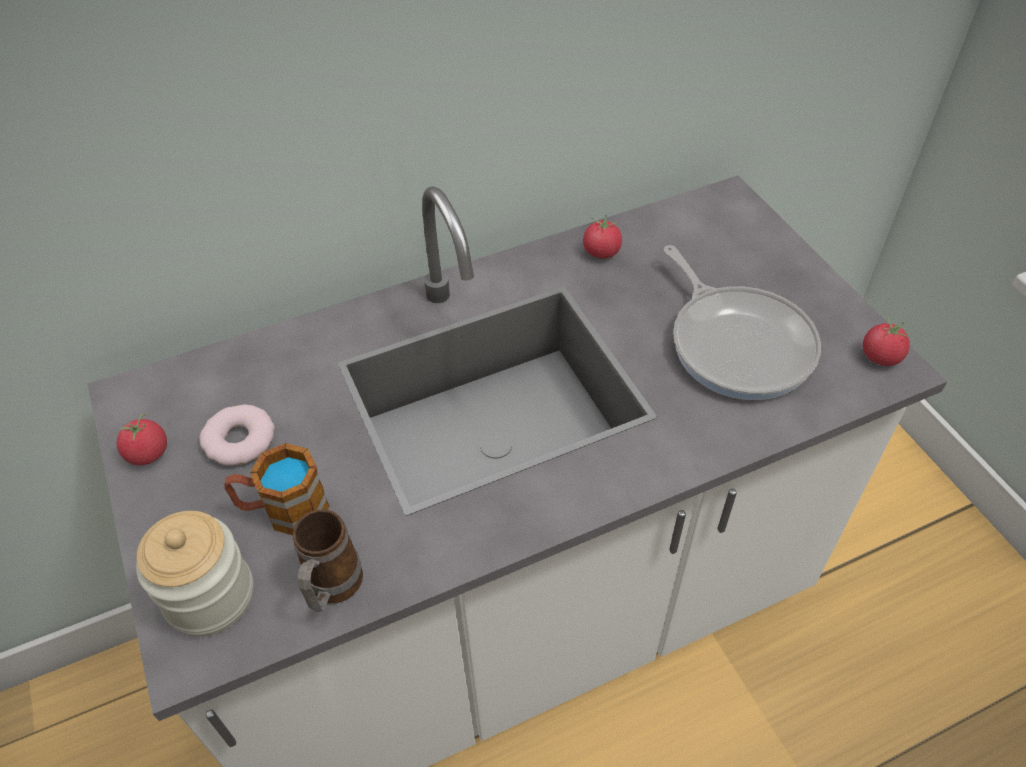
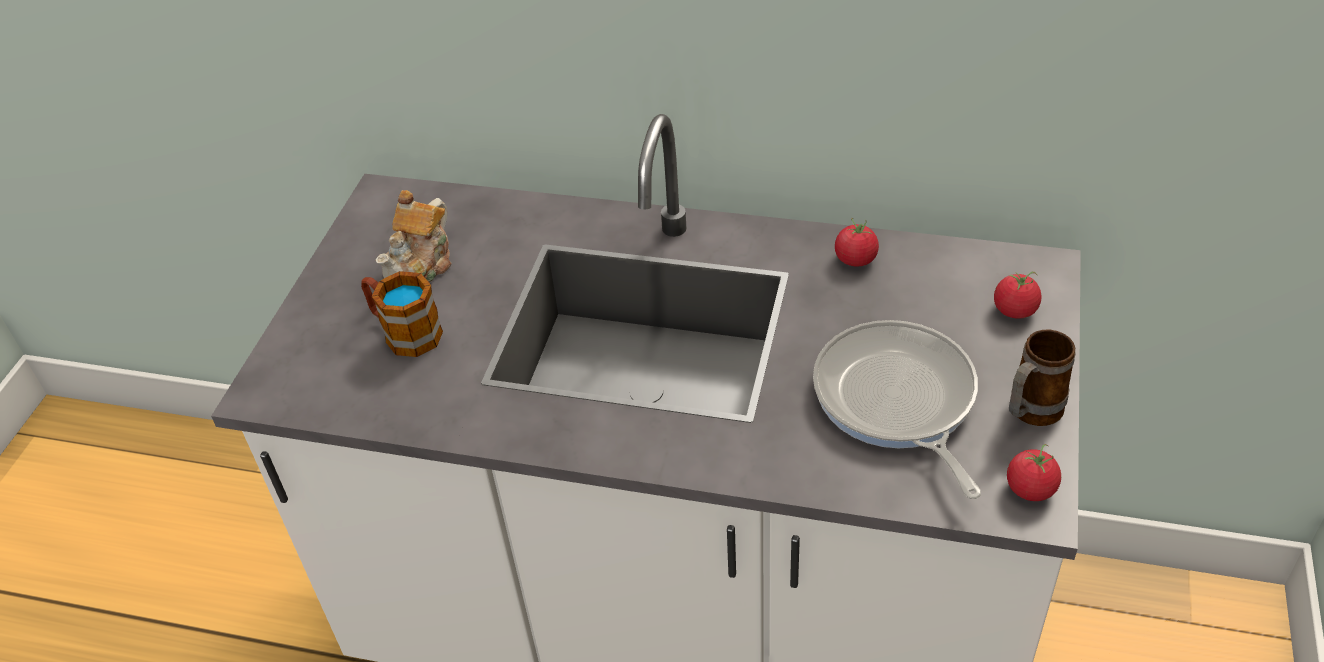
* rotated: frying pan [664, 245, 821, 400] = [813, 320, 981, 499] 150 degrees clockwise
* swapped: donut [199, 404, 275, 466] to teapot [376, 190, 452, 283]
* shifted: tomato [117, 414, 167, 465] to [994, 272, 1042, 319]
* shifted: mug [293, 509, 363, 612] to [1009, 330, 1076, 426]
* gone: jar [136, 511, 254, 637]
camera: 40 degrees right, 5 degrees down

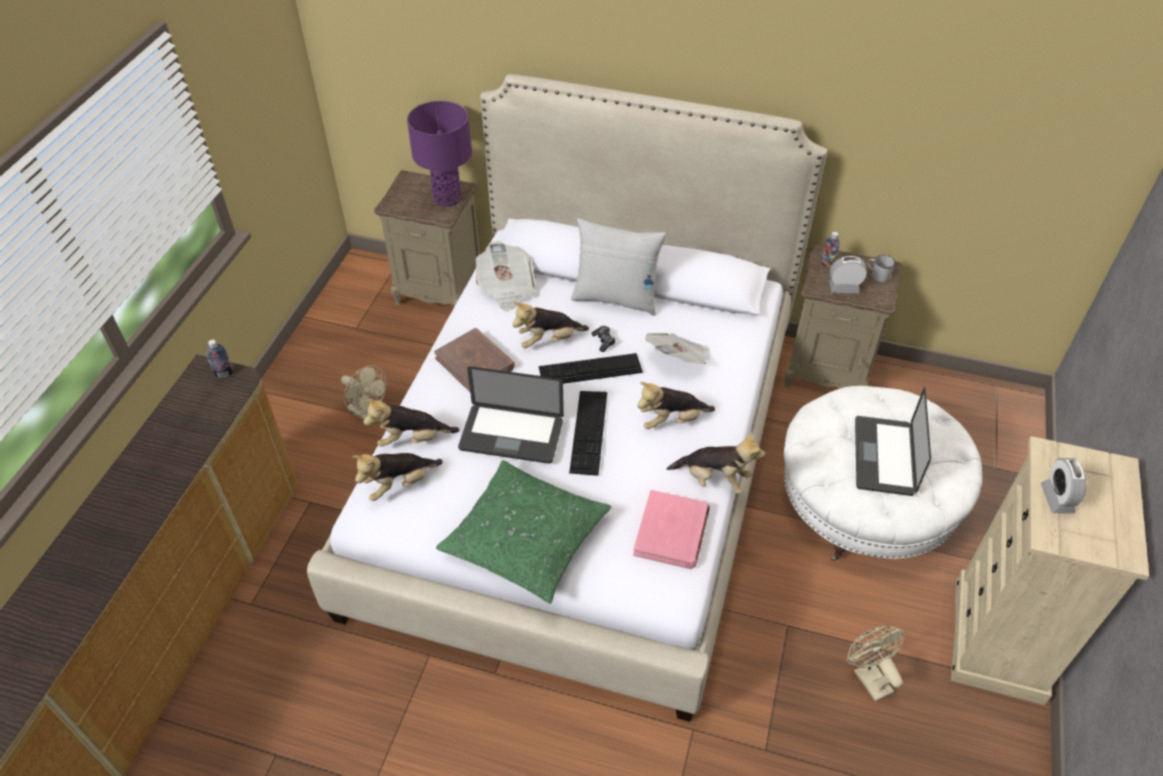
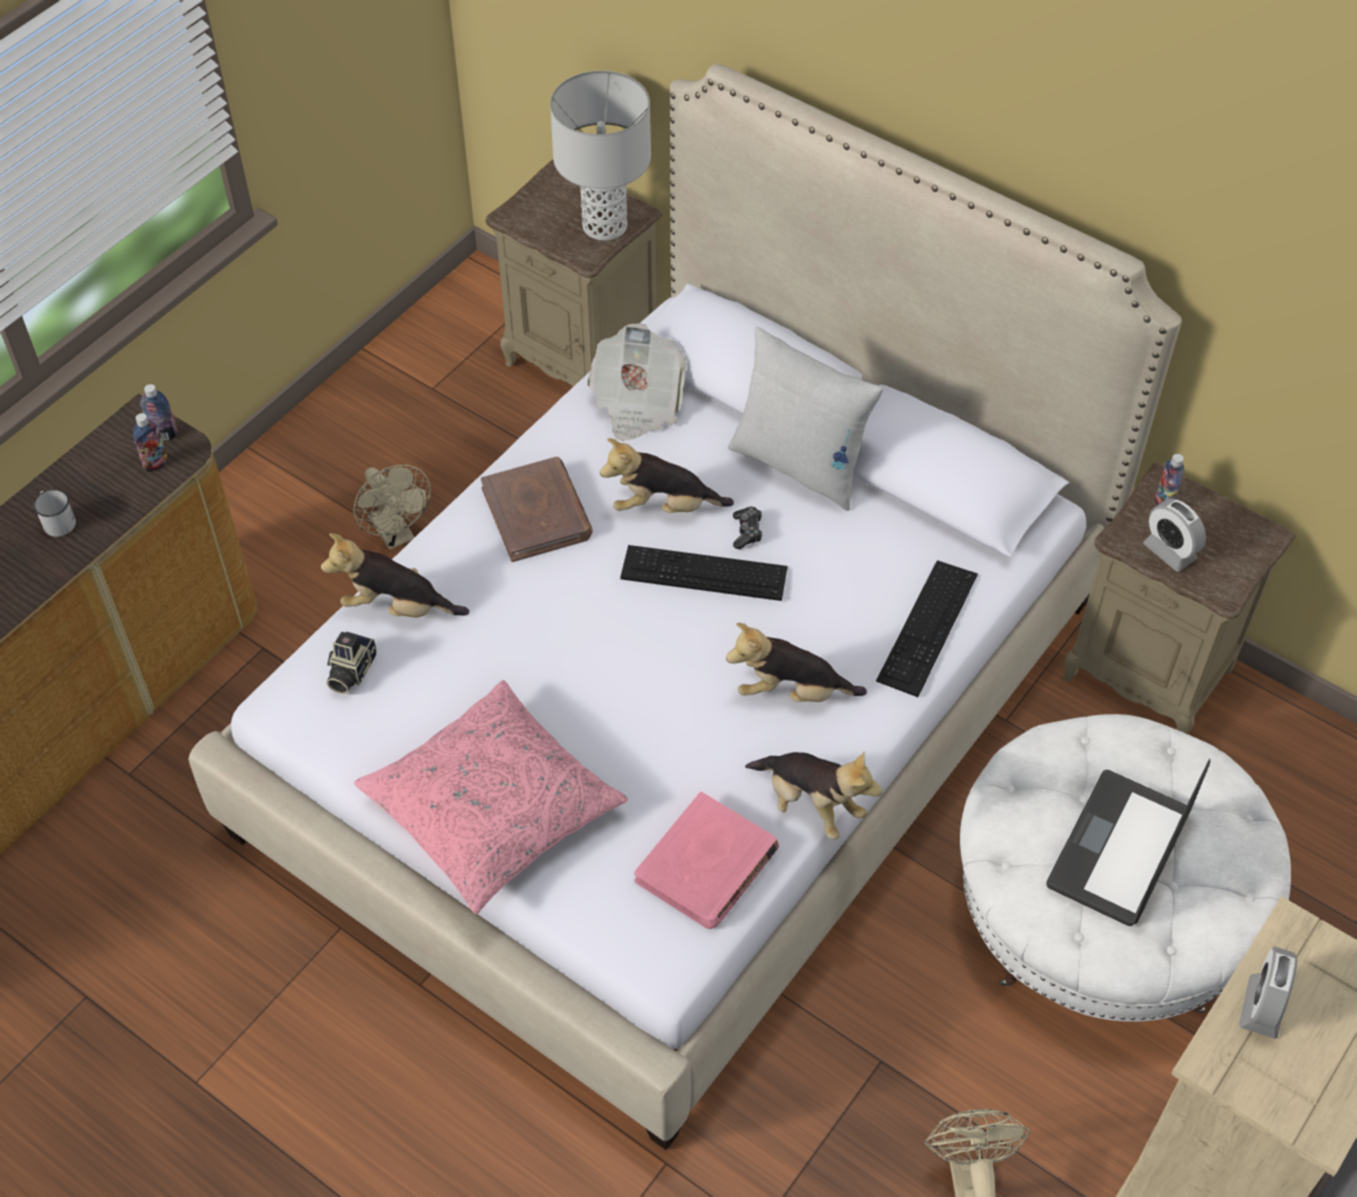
* repainted: table lamp (purple) [407, 100, 472, 207] to table lamp (white) [550, 71, 651, 240]
* shifted: mug (white) [867, 255, 895, 282] to [33, 489, 76, 537]
* rotated: alarm clock [829, 256, 867, 293] = [1143, 499, 1206, 572] 150 degrees counterclockwise
* gone: newspaper [645, 333, 709, 364]
* gone: laptop [458, 366, 564, 464]
* shifted: keyboard [569, 391, 607, 476] to [876, 560, 978, 697]
* swapped: plush toy [352, 453, 443, 501] to photo camera [326, 631, 377, 694]
* repainted: pillow (green) [436, 460, 611, 604] to pillow (pink) [354, 680, 628, 914]
* new: bottle [133, 413, 168, 473]
camera: 20 degrees right, 5 degrees up

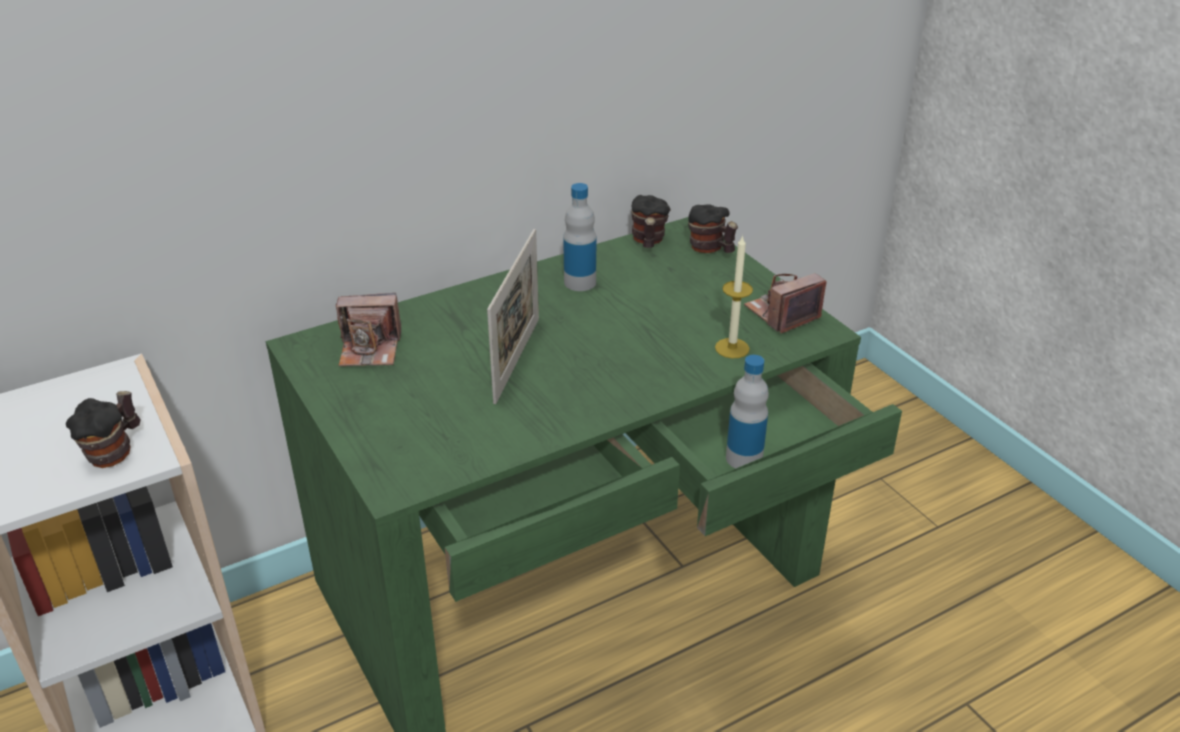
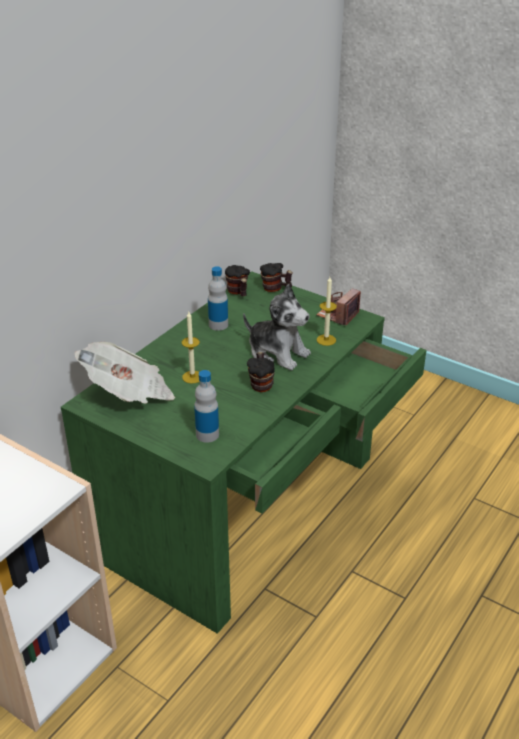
* gone: picture frame [487, 229, 539, 404]
* swapped: photo camera [336, 293, 401, 366] to newspaper [74, 342, 176, 404]
* shifted: bottle [726, 355, 769, 469] to [194, 370, 219, 443]
* shifted: mug [66, 391, 141, 468] to [247, 352, 275, 392]
* new: plush toy [243, 284, 311, 371]
* new: candle [182, 312, 200, 384]
camera: 25 degrees left, 0 degrees up

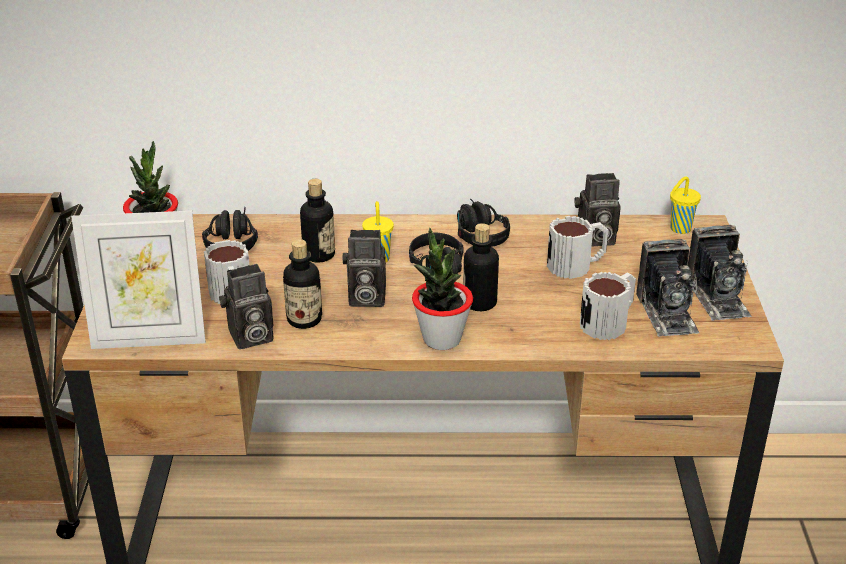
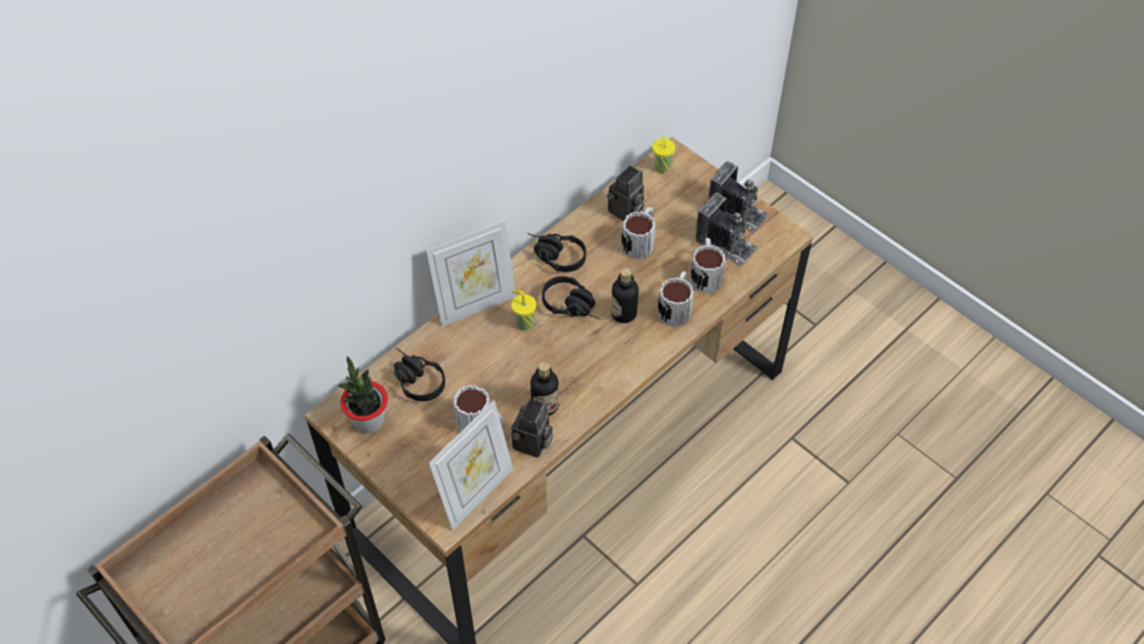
* gone: bottle [300, 179, 335, 262]
* gone: potted plant [412, 228, 473, 350]
* gone: photo camera [342, 230, 386, 307]
* new: picture frame [426, 220, 516, 327]
* new: mug [657, 271, 694, 327]
camera: 45 degrees left, 20 degrees up

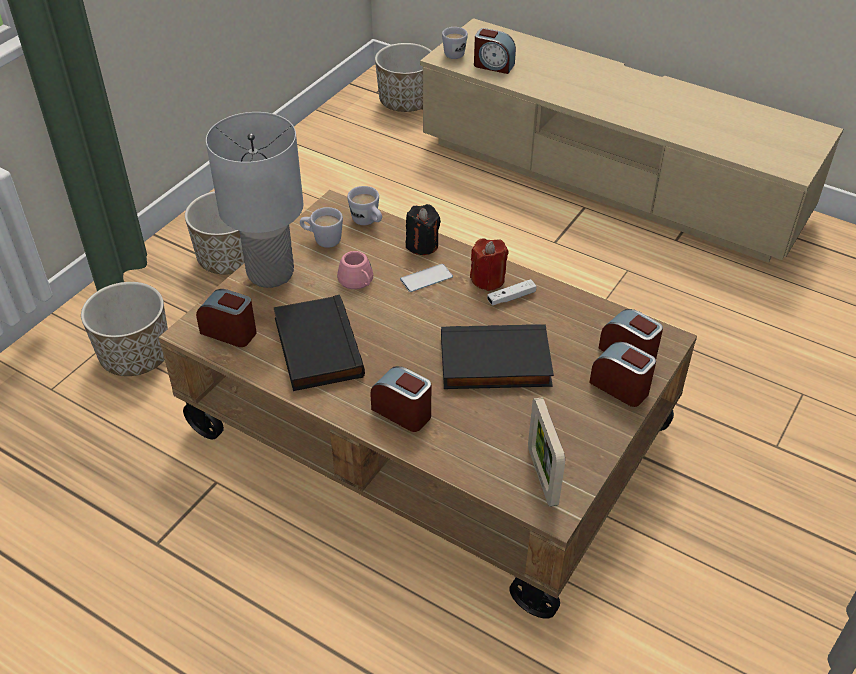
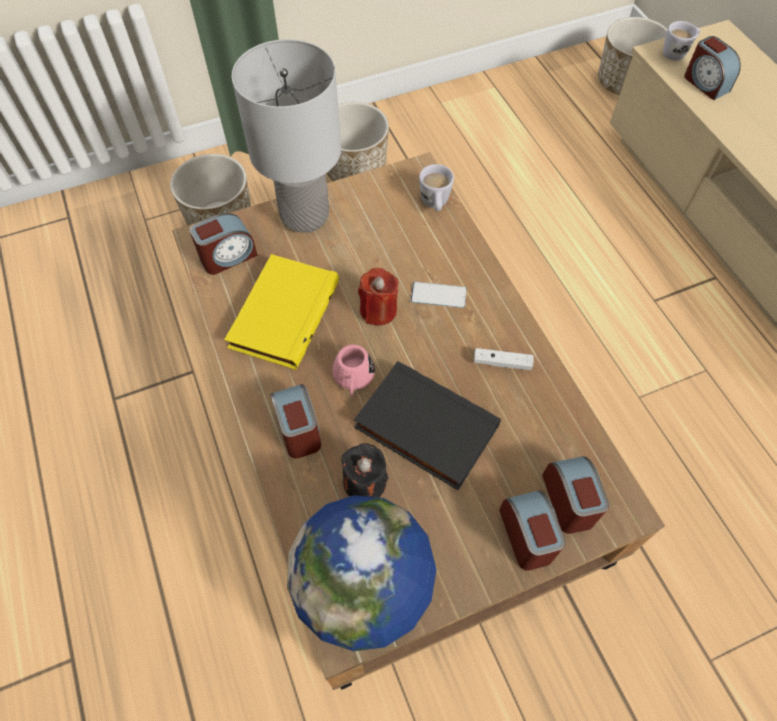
* shifted: candle (black) [406, 204, 441, 255] to [341, 443, 388, 497]
* gone: mug (white) [300, 207, 343, 248]
* shifted: candle (red) [470, 238, 508, 291] to [358, 268, 398, 326]
* shifted: mug (pink) [337, 251, 373, 289] to [332, 344, 375, 395]
* rotated: alarm clock [196, 289, 257, 347] = [190, 213, 258, 275] 90 degrees clockwise
* repainted: book (black) [273, 295, 365, 391] to book (yellow) [224, 254, 339, 370]
* swapped: picture frame [528, 397, 565, 507] to globe [287, 495, 436, 651]
camera: 35 degrees right, 15 degrees up

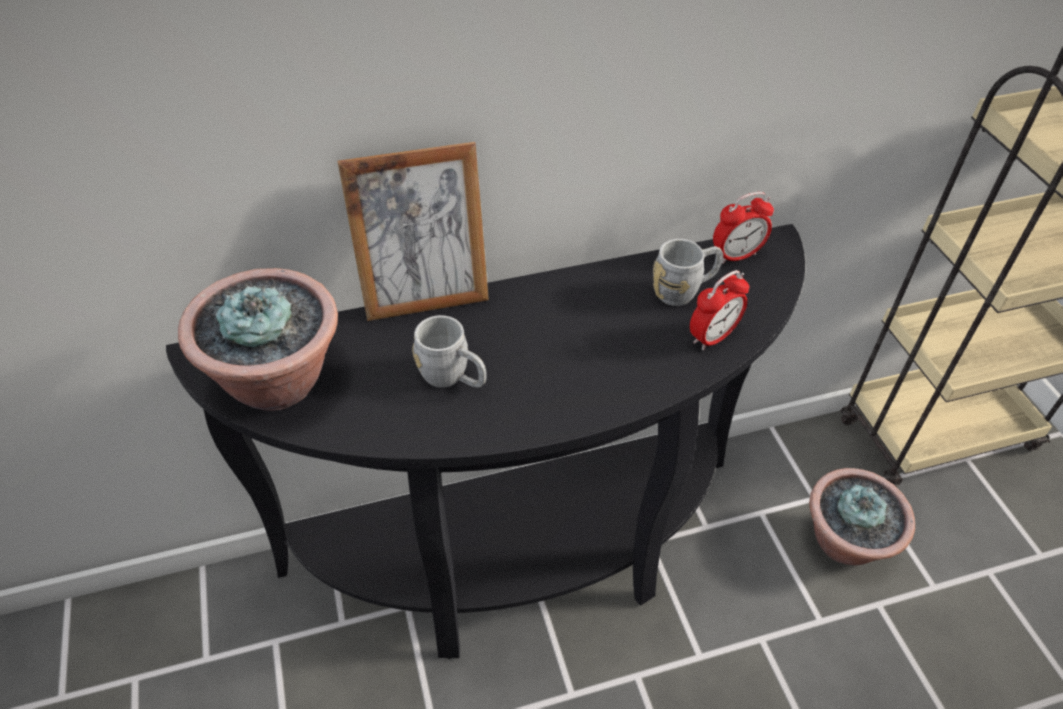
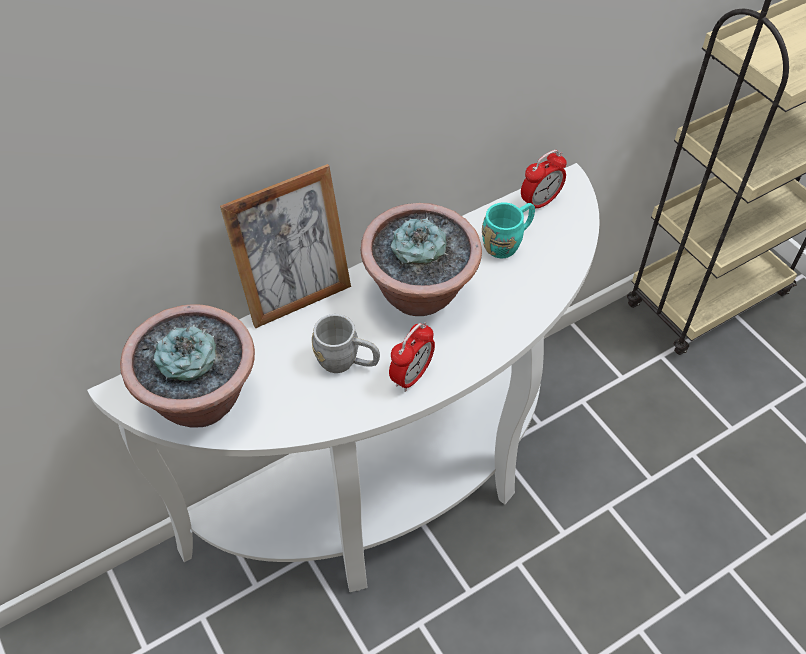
* repainted: console table (black) [166, 224, 805, 659] to console table (white) [87, 163, 600, 592]
* repainted: mug (grey) [653, 239, 723, 306] to mug (turquoise) [482, 203, 535, 258]
* shifted: alarm clock [690, 270, 750, 350] to [389, 322, 435, 392]
* shifted: potted plant [809, 468, 915, 566] to [361, 203, 482, 316]
camera: 15 degrees left, 5 degrees up

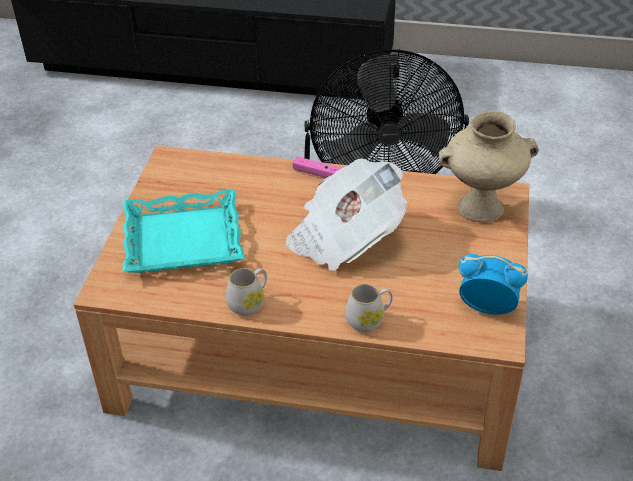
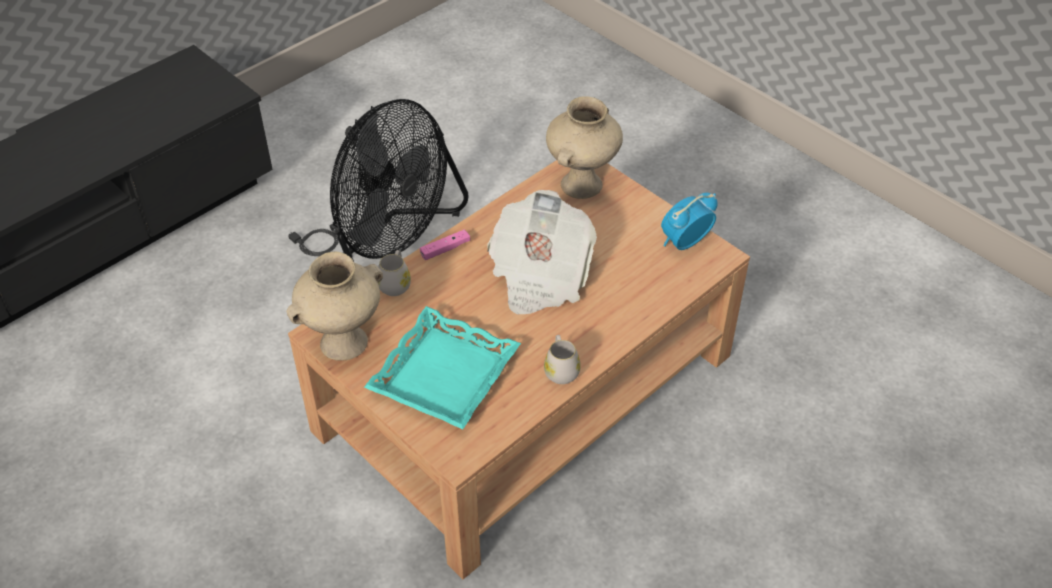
* shifted: mug (white) [345, 284, 393, 332] to [378, 250, 411, 296]
* new: vase (beige) [286, 251, 383, 361]
camera: 55 degrees left, 5 degrees up

